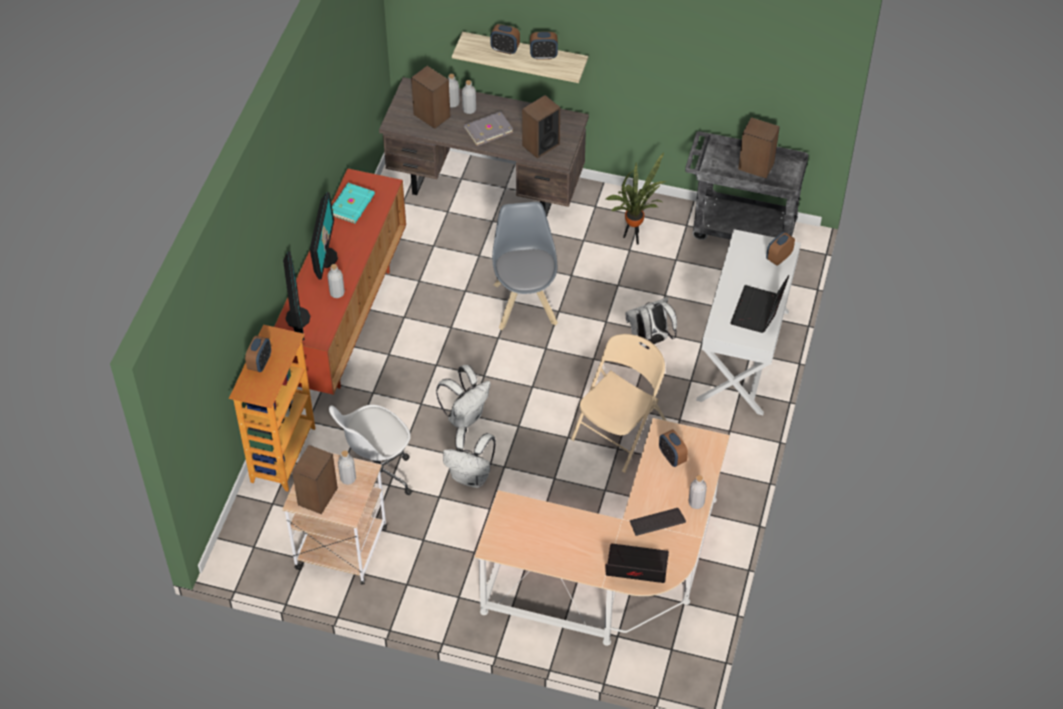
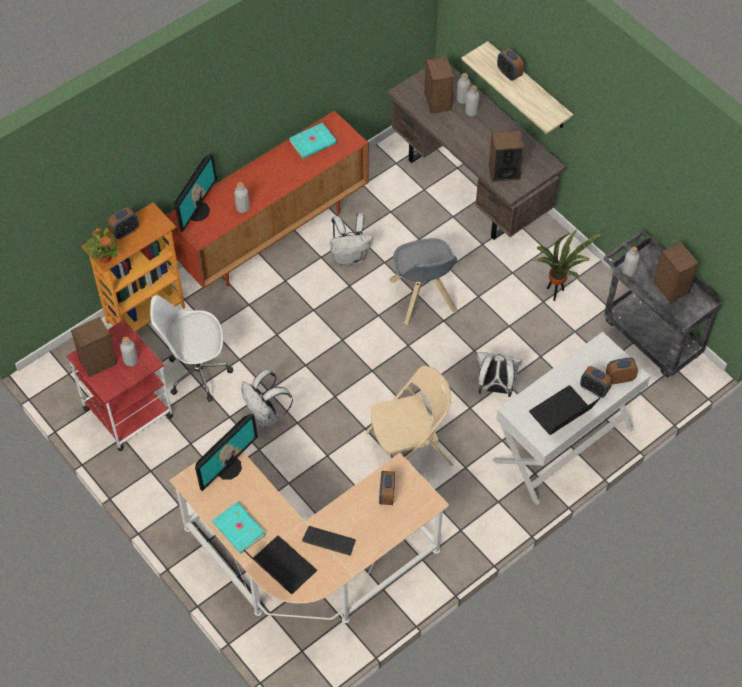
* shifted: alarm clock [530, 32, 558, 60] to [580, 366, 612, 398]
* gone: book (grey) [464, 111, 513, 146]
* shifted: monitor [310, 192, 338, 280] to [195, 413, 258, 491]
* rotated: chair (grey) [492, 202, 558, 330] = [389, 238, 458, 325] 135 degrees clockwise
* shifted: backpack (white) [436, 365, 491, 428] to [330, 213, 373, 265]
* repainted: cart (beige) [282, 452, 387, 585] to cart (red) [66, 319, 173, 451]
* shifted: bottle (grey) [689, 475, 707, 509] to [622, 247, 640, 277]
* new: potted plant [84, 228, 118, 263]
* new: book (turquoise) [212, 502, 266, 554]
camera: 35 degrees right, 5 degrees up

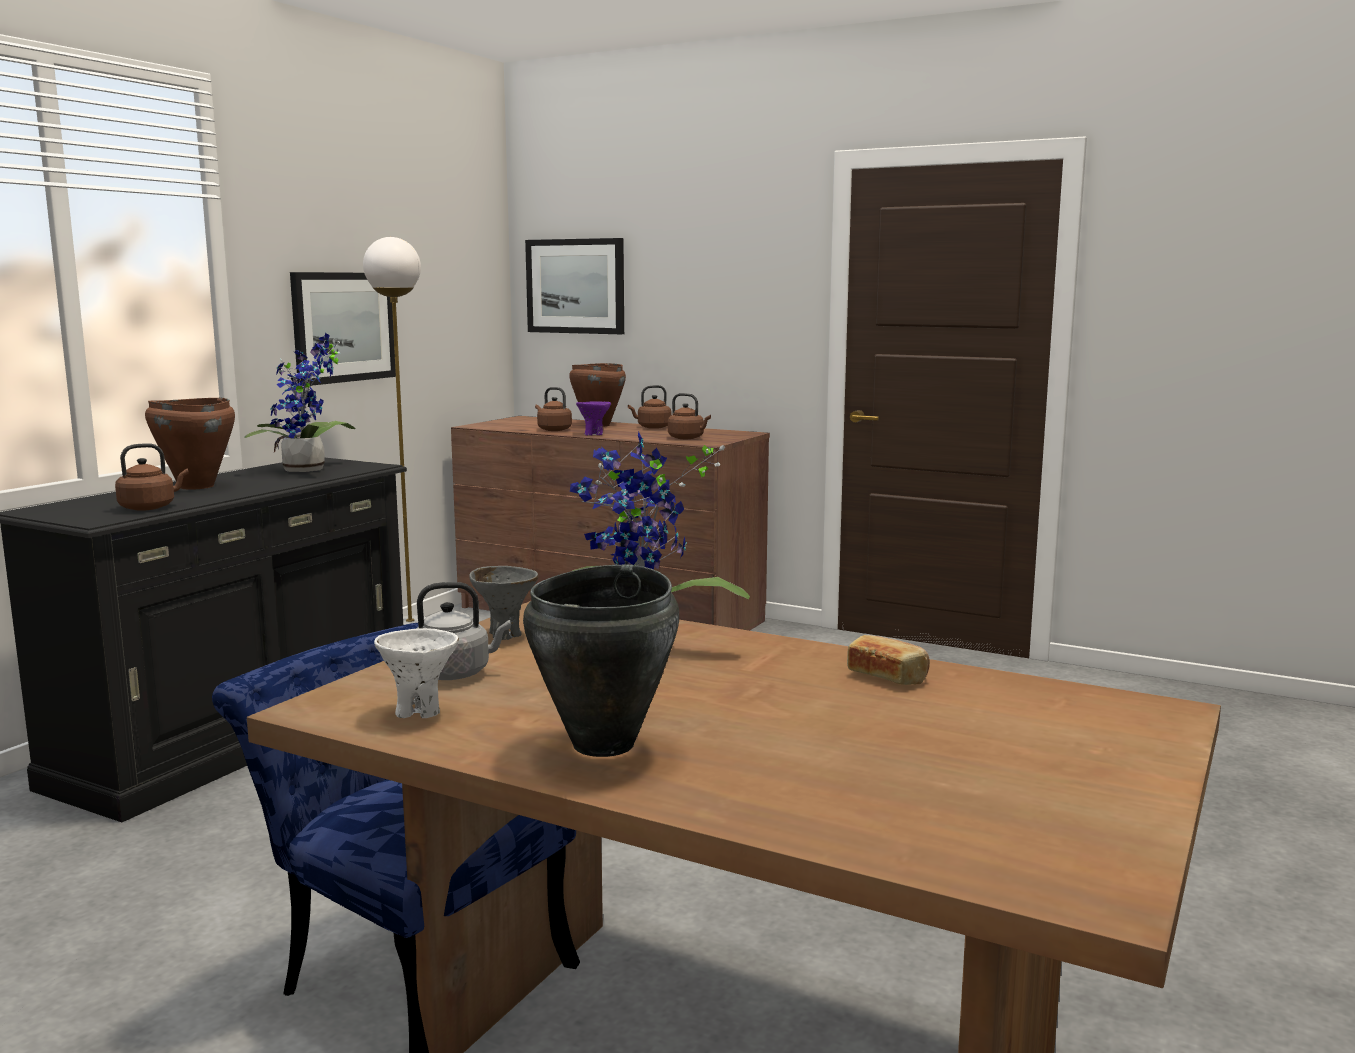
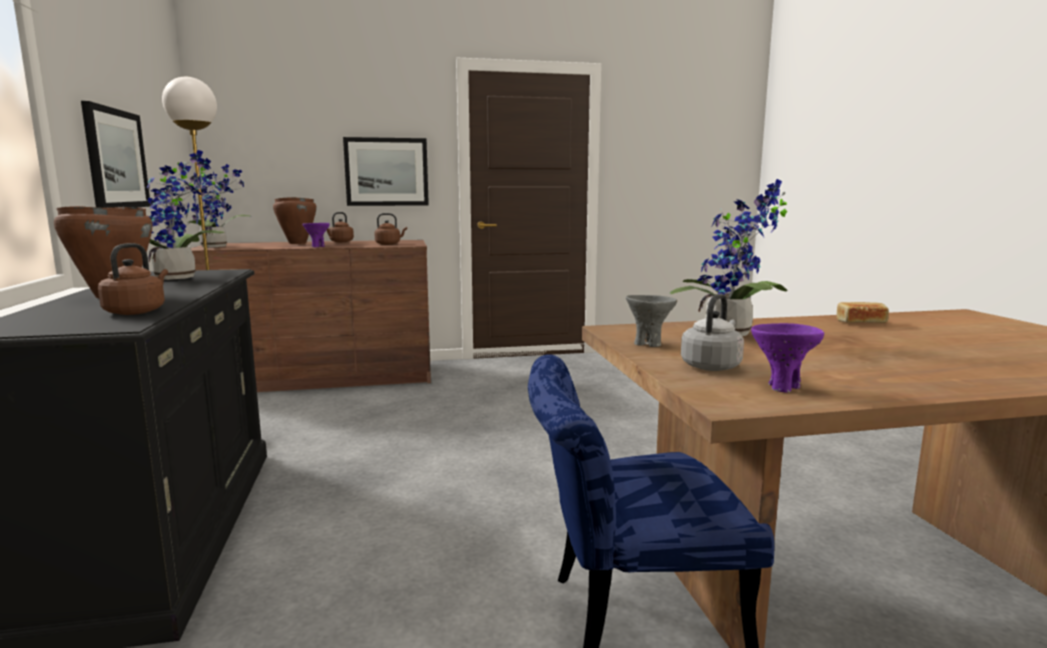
* shifted: picture [525, 238, 624, 334] to [343, 137, 429, 206]
* gone: kettle (brown) [535, 387, 572, 431]
* gone: cooking pot (black) [523, 564, 679, 757]
* repainted: bowl (white) [374, 628, 459, 718] to bowl (purple) [751, 323, 824, 393]
* new: potted plant [187, 164, 252, 248]
camera: 40 degrees left, 0 degrees up

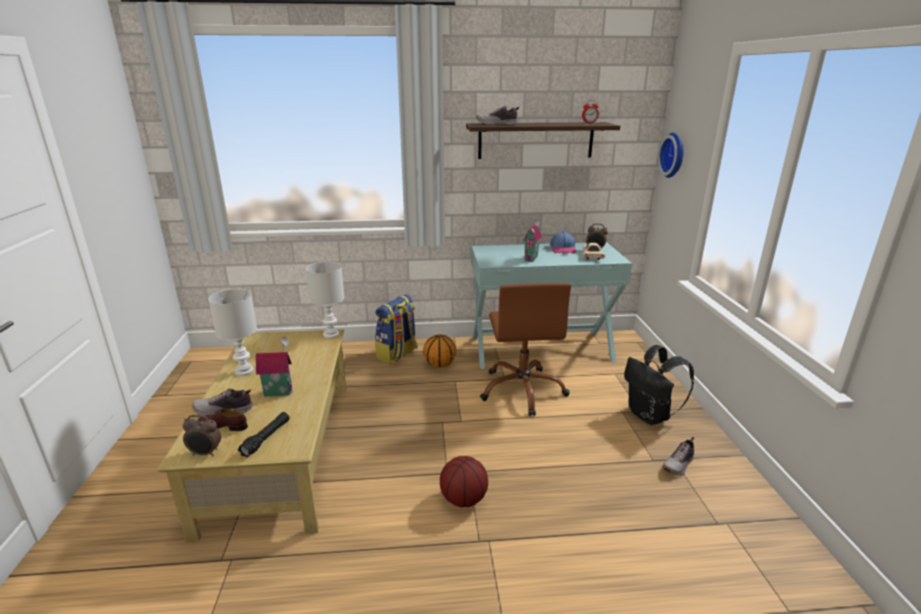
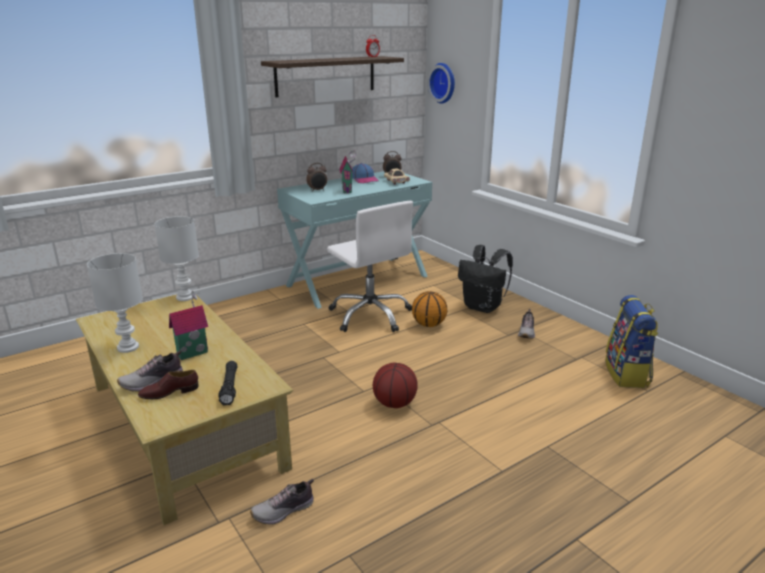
* shifted: shoe [476, 106, 519, 125] to [250, 479, 314, 525]
* repainted: office chair (brown) [480, 283, 571, 416] to office chair (white) [327, 201, 413, 332]
* shifted: backpack [375, 294, 418, 364] to [605, 295, 658, 388]
* shifted: basketball [423, 334, 456, 368] to [412, 291, 447, 327]
* shifted: alarm clock [183, 415, 221, 456] to [306, 163, 327, 192]
camera: 30 degrees left, 0 degrees up

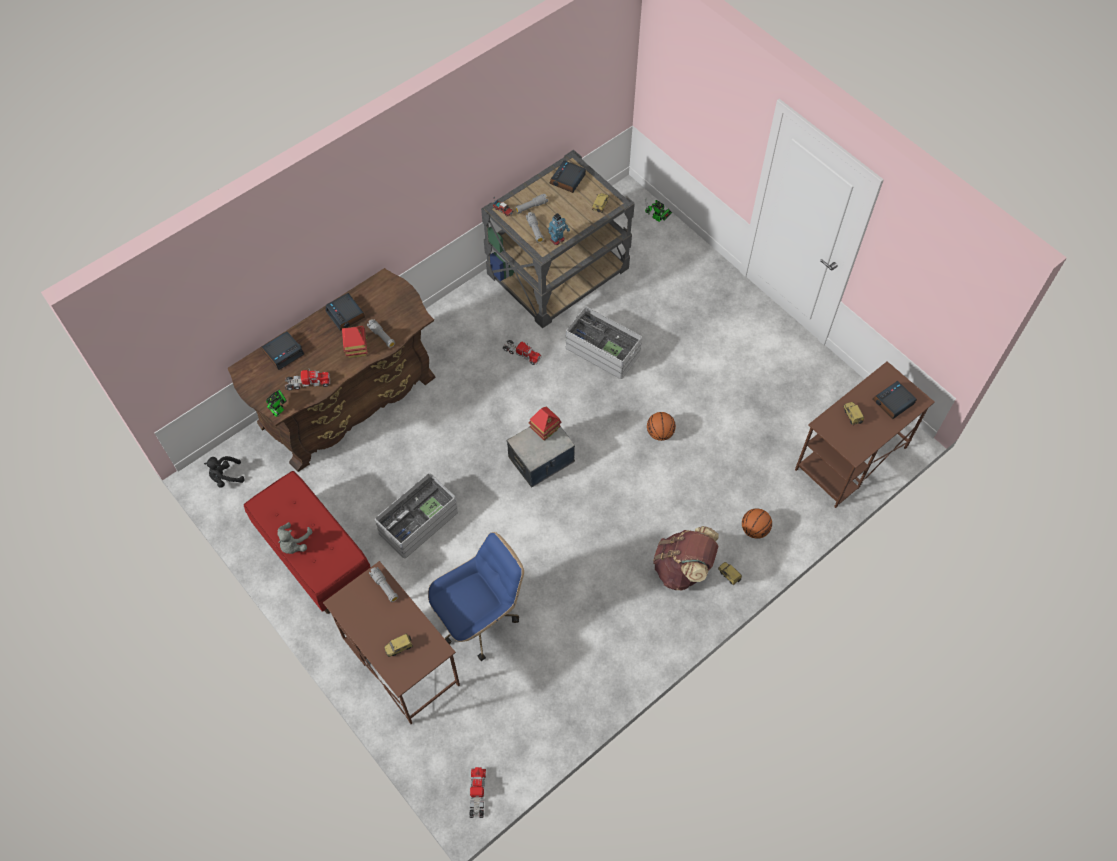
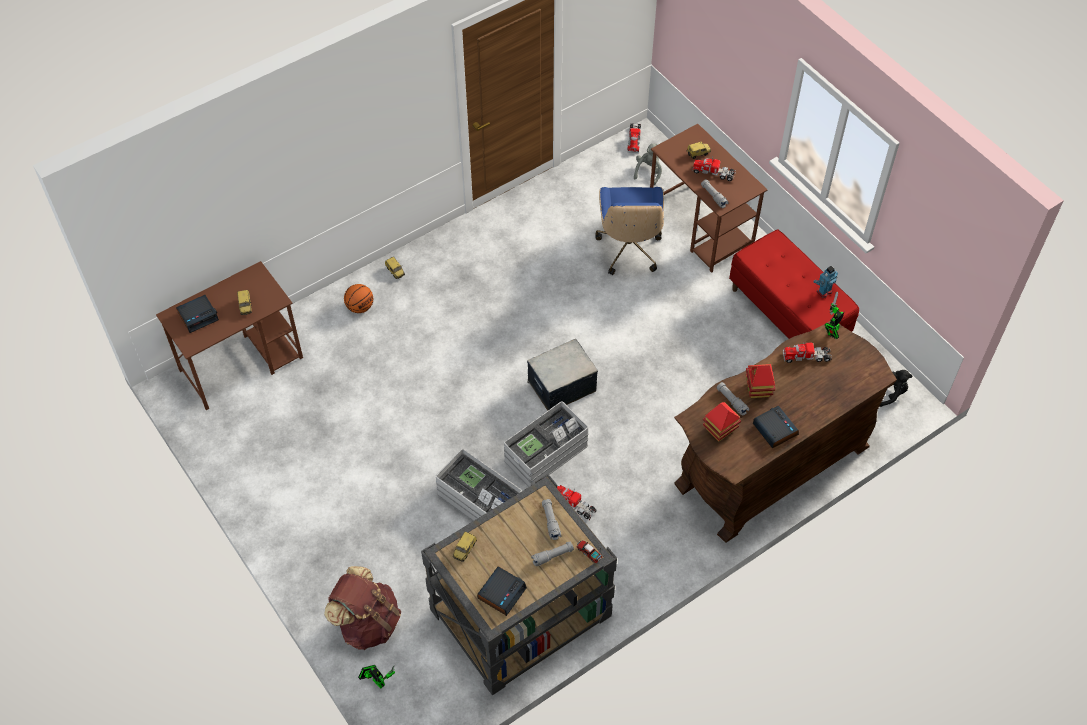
* shifted: toy robot [548, 213, 570, 245] to [813, 266, 838, 298]
* gone: alarm clock [261, 331, 304, 370]
* shifted: toy house [529, 406, 562, 440] to [703, 402, 741, 442]
* gone: basketball [647, 412, 676, 441]
* shifted: storage box (grey) [375, 473, 458, 558] to [504, 401, 588, 487]
* shifted: plush toy (grey) [277, 522, 313, 554] to [634, 143, 662, 185]
* shifted: backpack (brown) [653, 526, 719, 591] to [324, 566, 401, 650]
* rotated: office chair (blue) [428, 532, 524, 661] = [595, 187, 664, 275] 60 degrees counterclockwise
* new: toy truck [692, 156, 736, 181]
camera: 175 degrees left, 5 degrees down

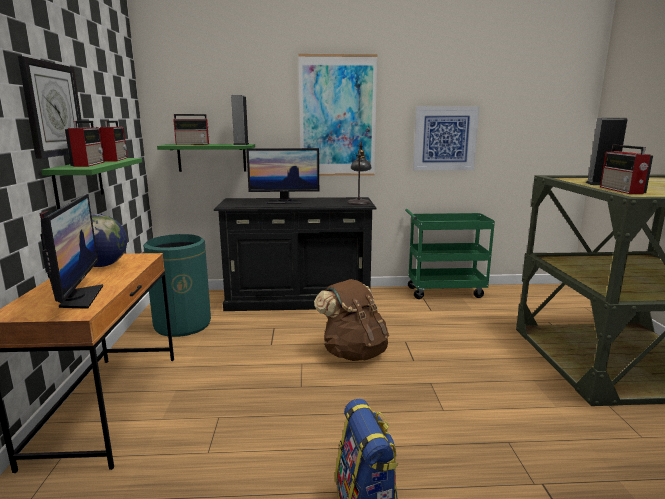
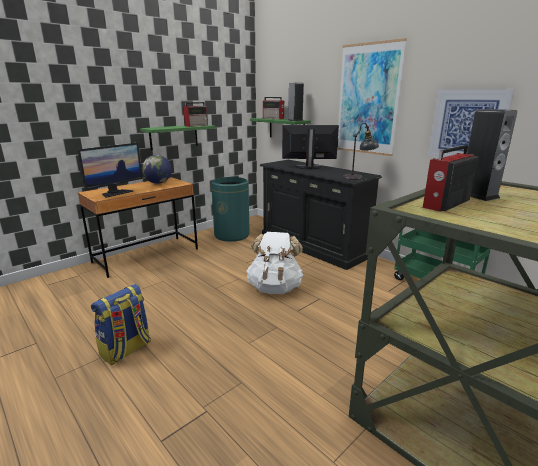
* gone: wall clock [18, 56, 83, 158]
* gone: radio [65, 121, 104, 167]
* rotated: monitor [246, 148, 319, 204] = [282, 125, 339, 169] 135 degrees clockwise
* repainted: backpack (brown) [314, 279, 389, 361] to backpack (white) [247, 232, 304, 294]
camera: 50 degrees right, 5 degrees up

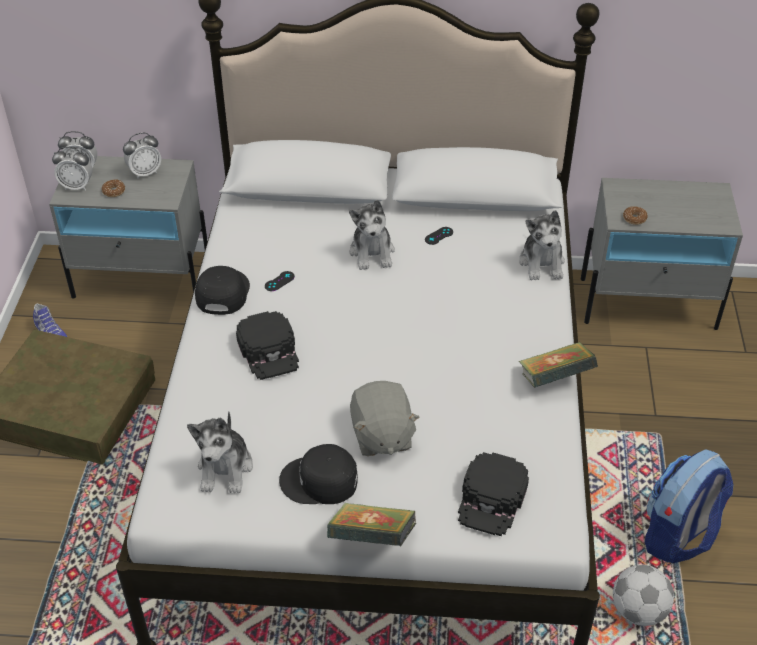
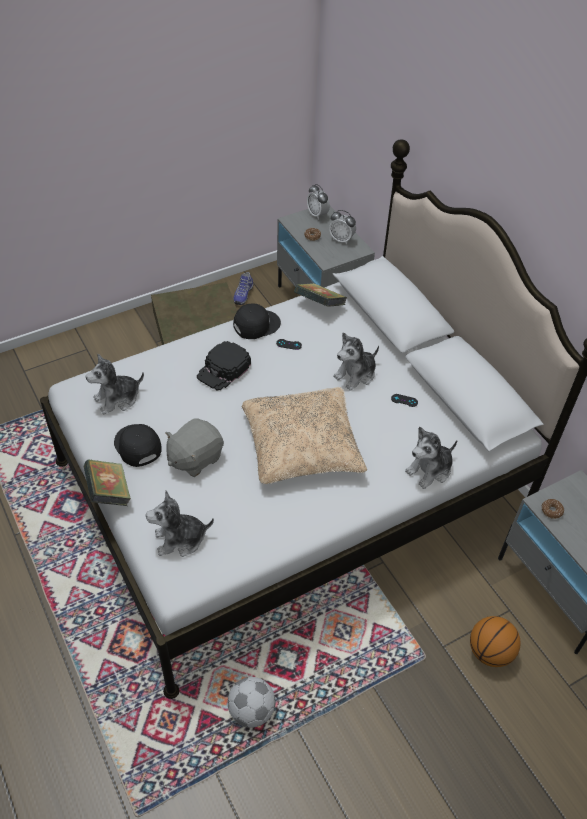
* gone: alarm clock [52, 147, 93, 191]
* shifted: book [519, 342, 598, 388] to [294, 283, 347, 307]
* gone: backpack [645, 449, 733, 564]
* swapped: cap (black) [458, 452, 529, 536] to plush toy [146, 490, 214, 557]
* new: pillow (beige) [241, 387, 367, 485]
* new: basketball [470, 616, 521, 667]
camera: 55 degrees right, 5 degrees up

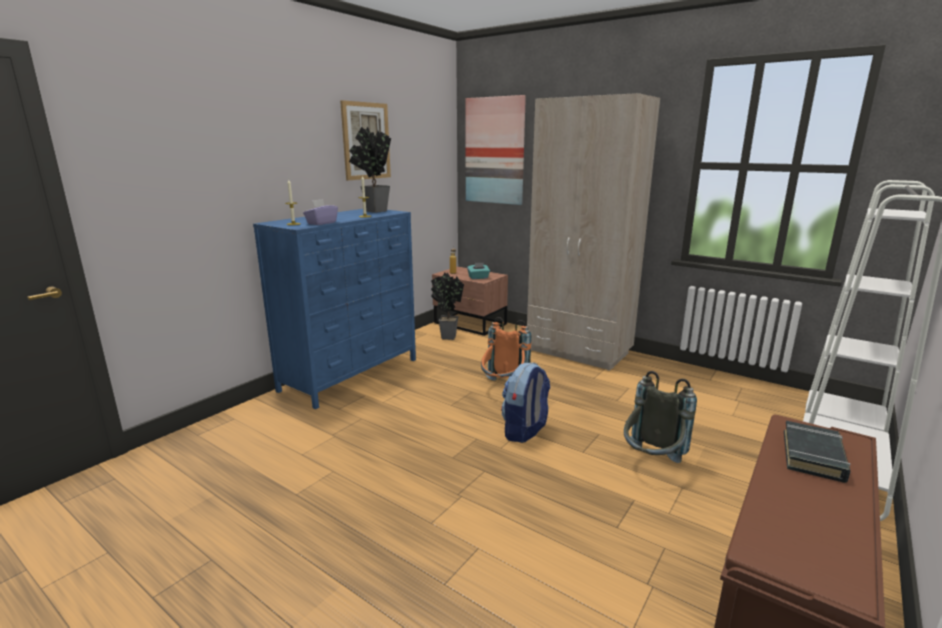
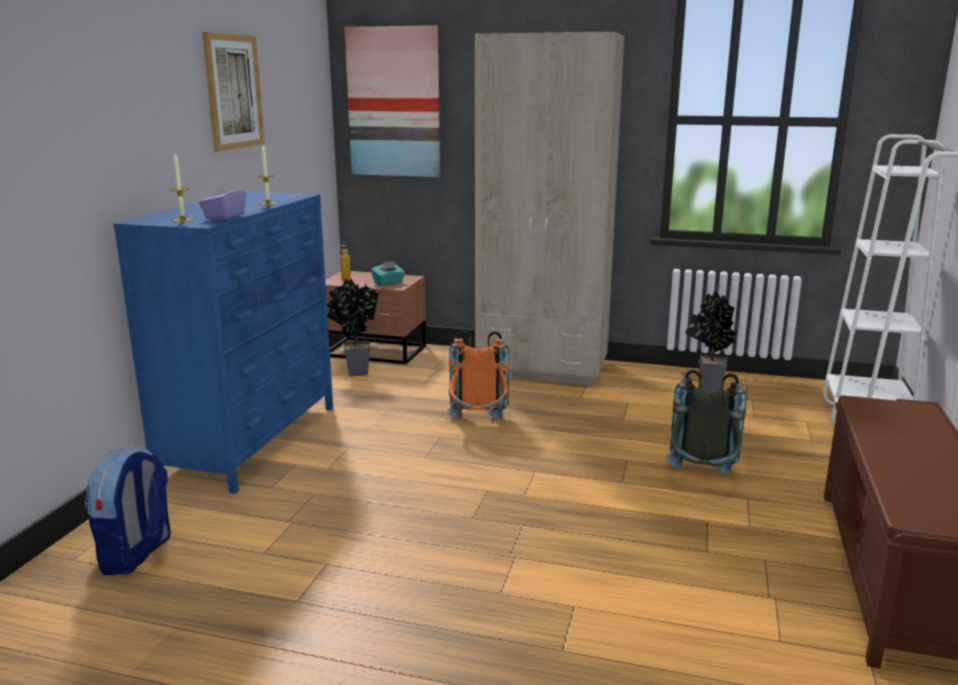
* shifted: potted plant [349, 127, 391, 213] to [685, 293, 736, 393]
* shifted: backpack [501, 362, 551, 443] to [84, 446, 171, 575]
* gone: book (black) [784, 421, 851, 483]
camera: 20 degrees left, 0 degrees up

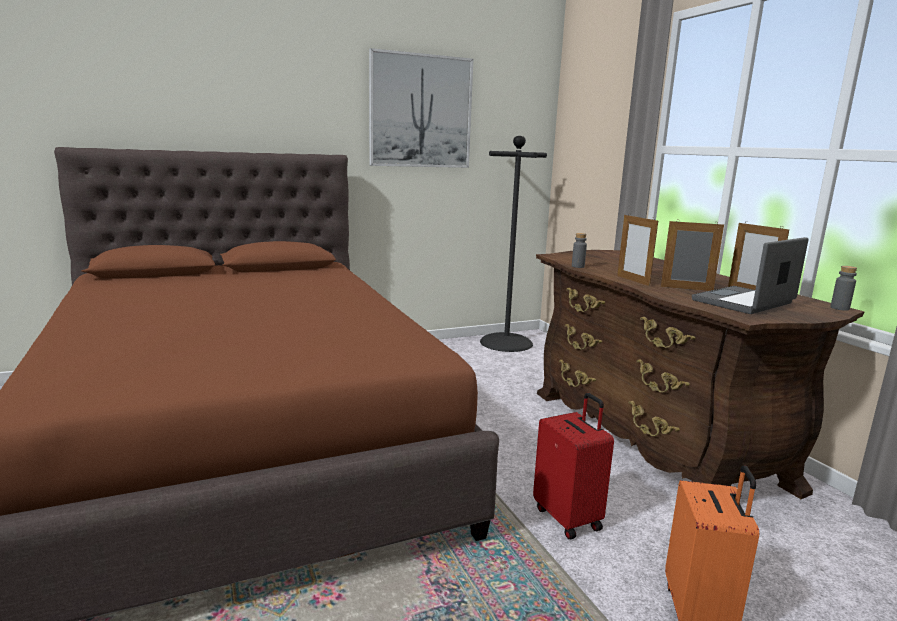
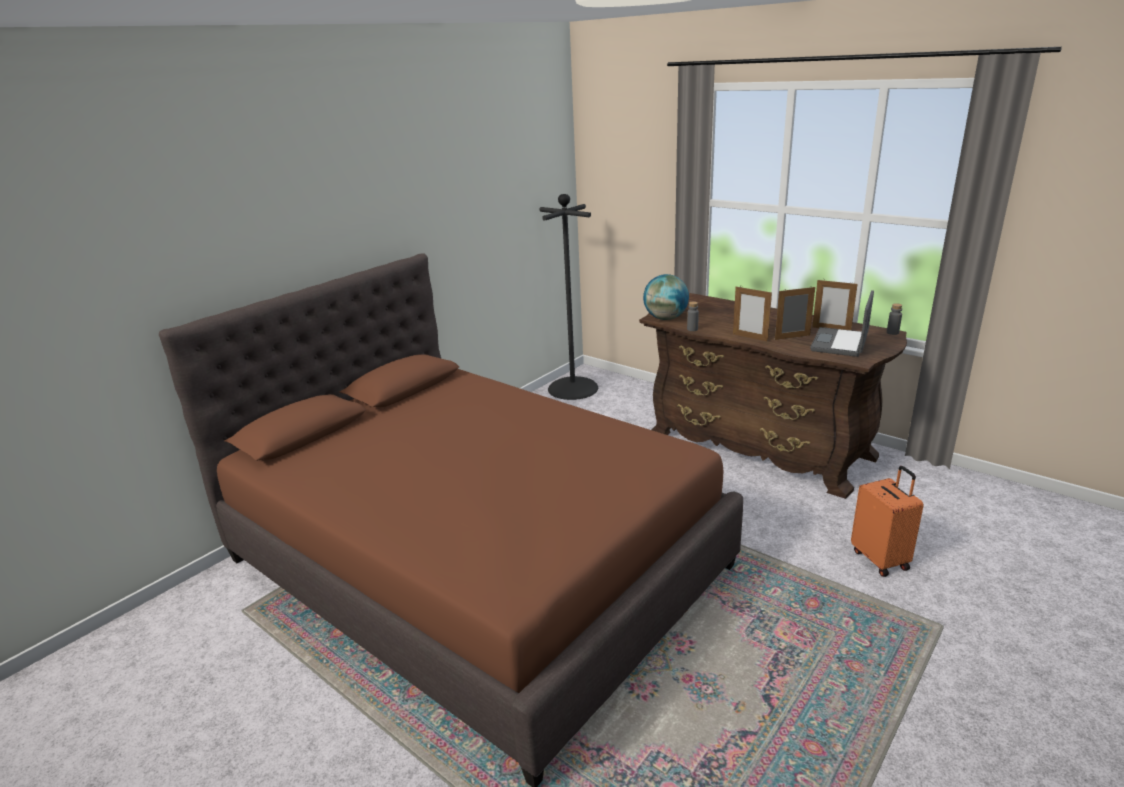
* gone: picture [369, 48, 473, 168]
* gone: suitcase (red) [533, 393, 614, 539]
* new: globe [643, 274, 689, 320]
camera: 25 degrees left, 10 degrees up

